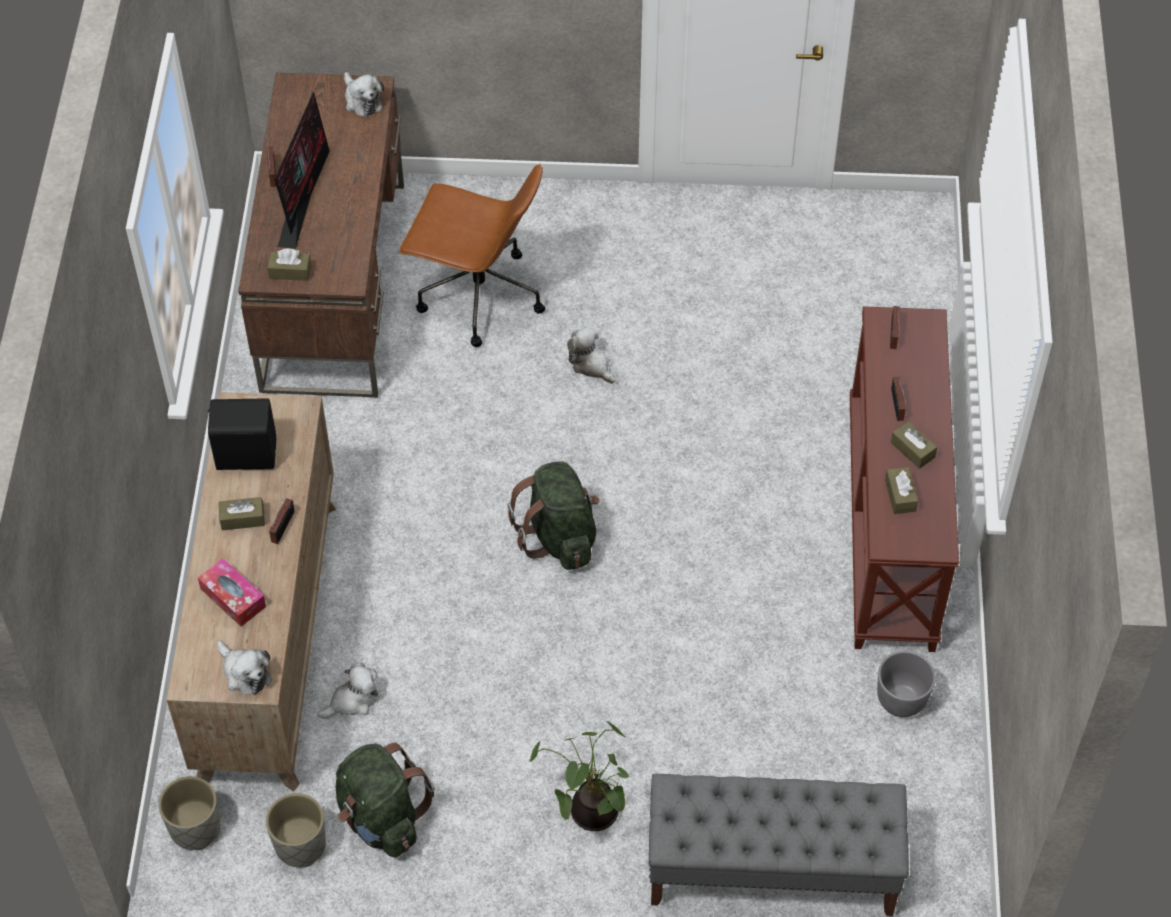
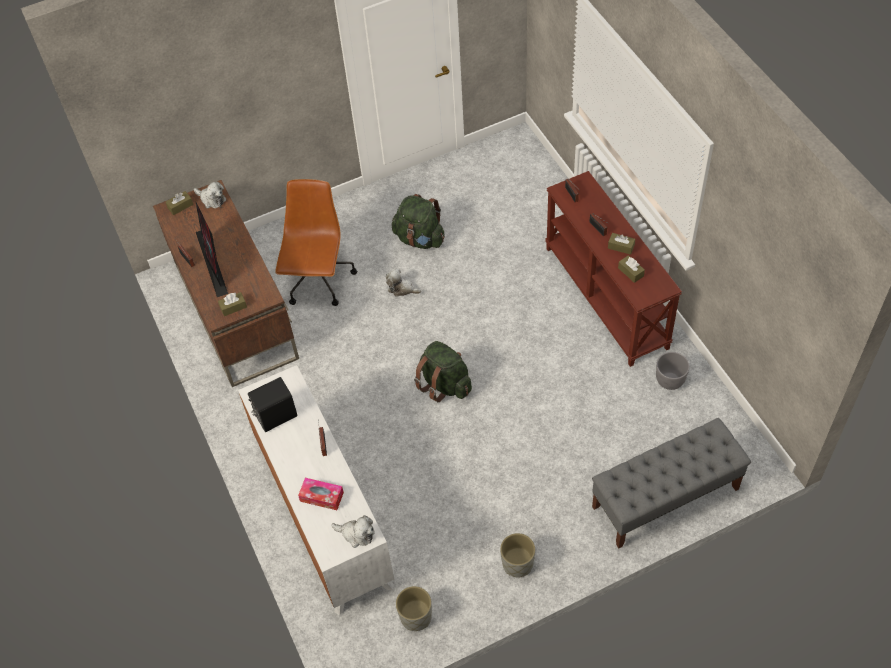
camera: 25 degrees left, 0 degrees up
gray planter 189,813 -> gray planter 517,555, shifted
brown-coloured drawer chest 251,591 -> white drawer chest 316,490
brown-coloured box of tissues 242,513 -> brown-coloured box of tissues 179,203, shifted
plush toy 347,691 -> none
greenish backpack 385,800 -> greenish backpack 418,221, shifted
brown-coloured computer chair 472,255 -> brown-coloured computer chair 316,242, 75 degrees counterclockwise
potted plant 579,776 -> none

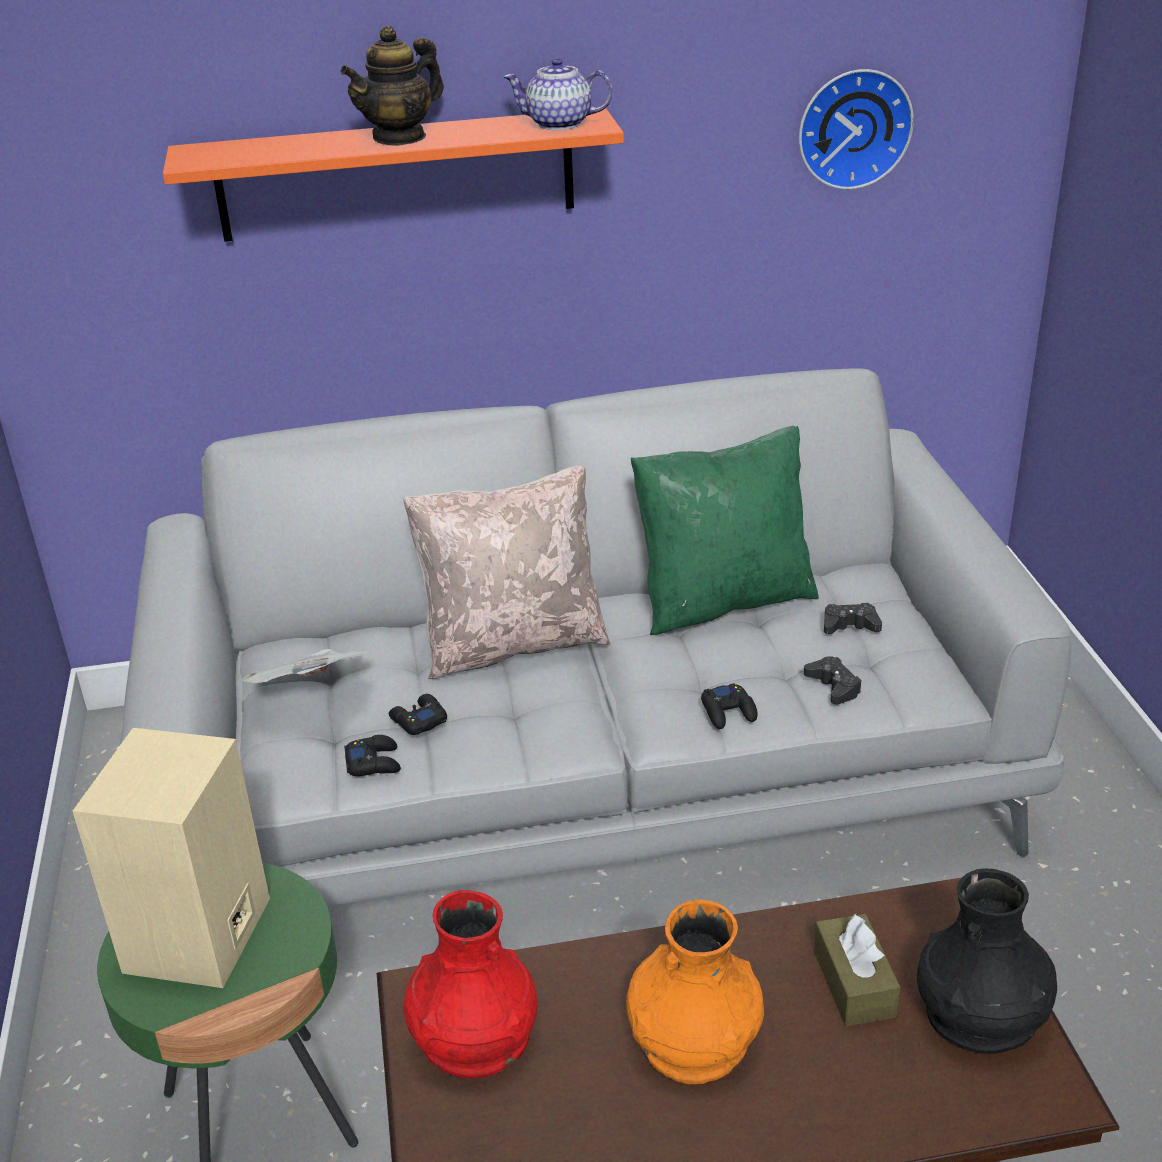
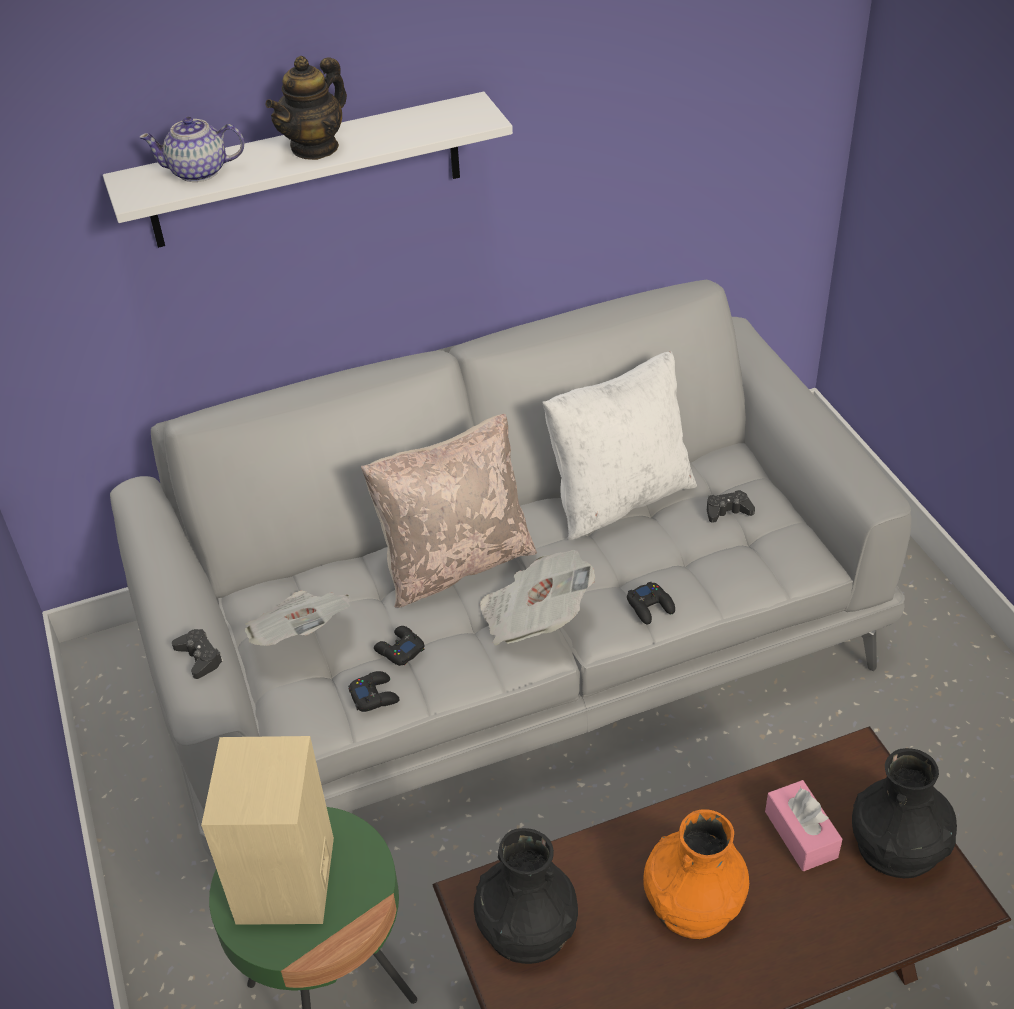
camera: 10 degrees left, 10 degrees up
orange wall shelf 393,175 -> white wall shelf 308,170
red-coloured flower vase 470,984 -> black flower vase 526,896
pot for tea 558,94 -> pot for tea 191,149, shifted
greenish cushion 725,530 -> white cushion 620,445
clock on the wall 856,129 -> none
black gamepad 833,680 -> black gamepad 197,654, shifted
brown-coloured box of tissues 857,970 -> pinkish box of tissues 803,825
none -> newspaper 537,597

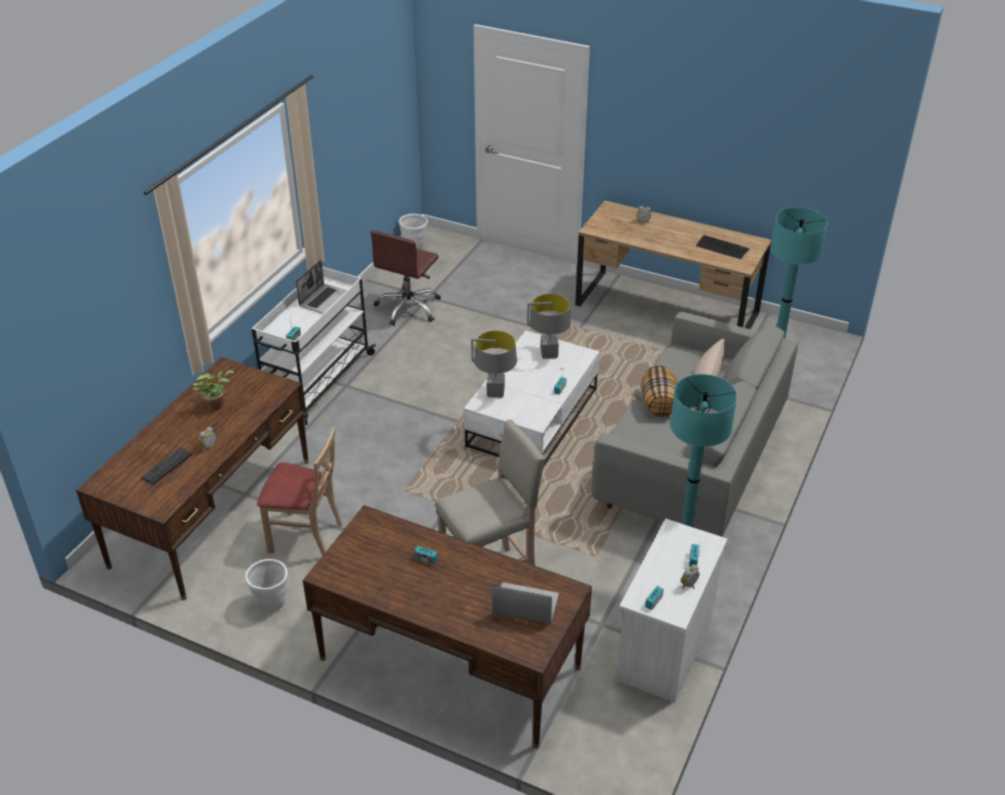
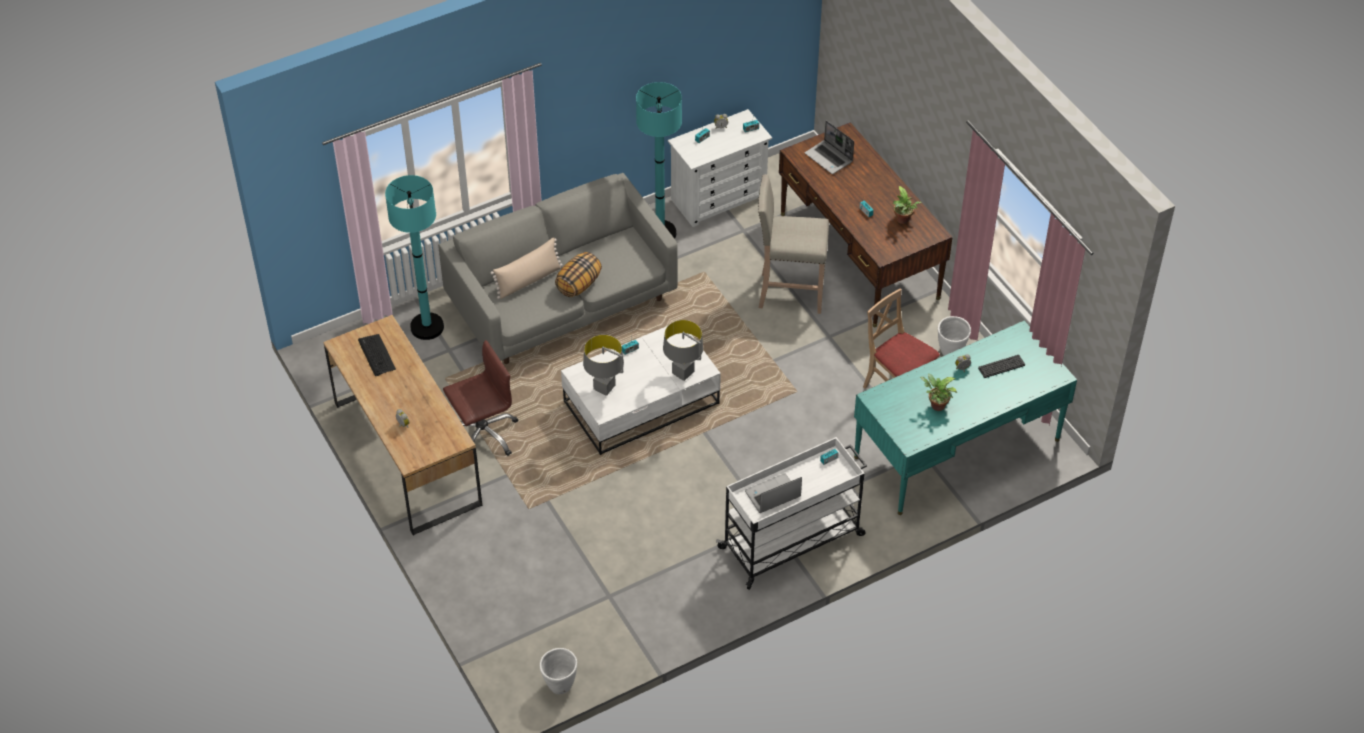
camera: 145 degrees left, 10 degrees up
brown-coloured desk unit 192,478 -> blue-green desk unit 965,418
brown-coloured computer chair 406,278 -> brown-coloured computer chair 480,398, shifted
none -> potted plant 907,205

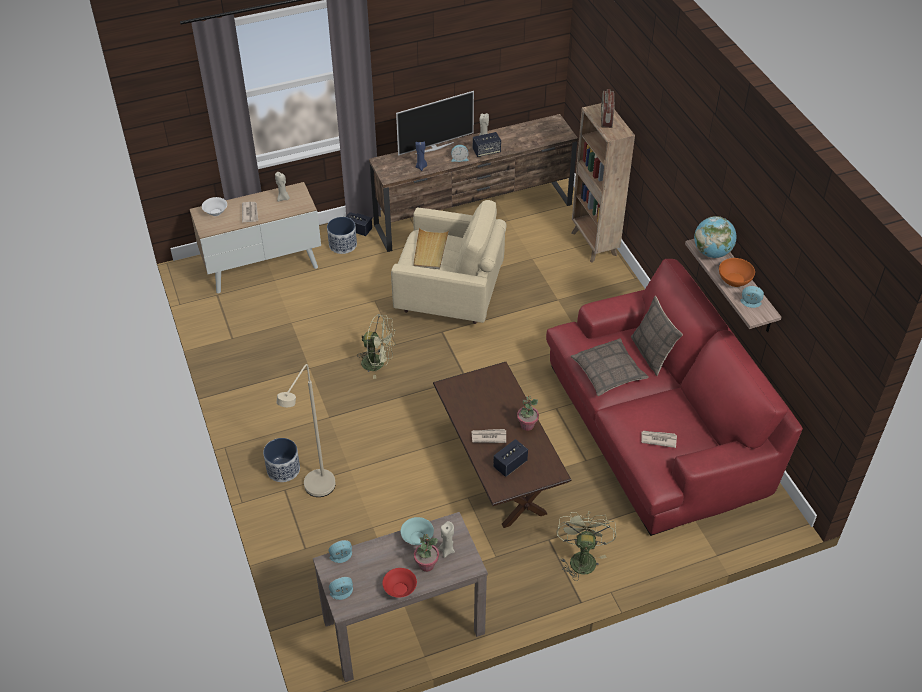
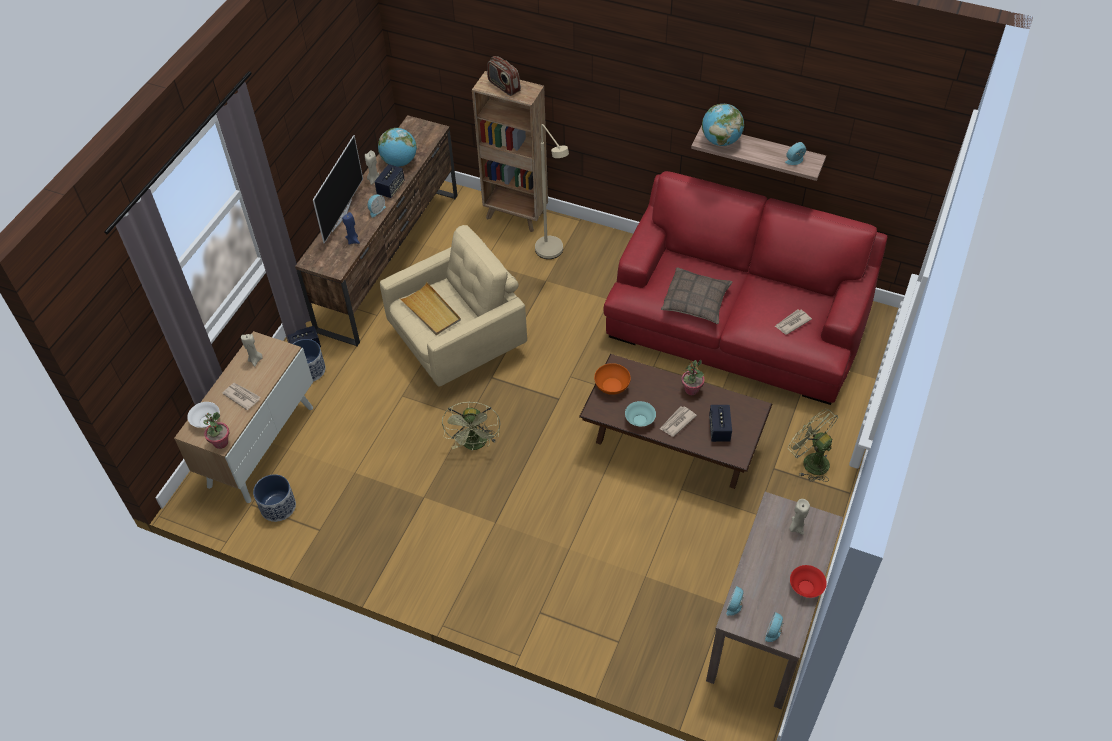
camera: 45 degrees left, 5 degrees up
planter 281,460 -> planter 274,498, shifted
beige standard lamp 306,430 -> beige standard lamp 552,191, shifted
greenish cooling fan 376,346 -> greenish cooling fan 471,426, 120 degrees clockwise
blue-green deep dish 417,531 -> blue-green deep dish 640,414, shifted
potted plant 426,553 -> potted plant 216,430, shifted
cushion 657,336 -> none
orange deep dish 737,272 -> orange deep dish 612,379, shifted
none -> globe 397,147

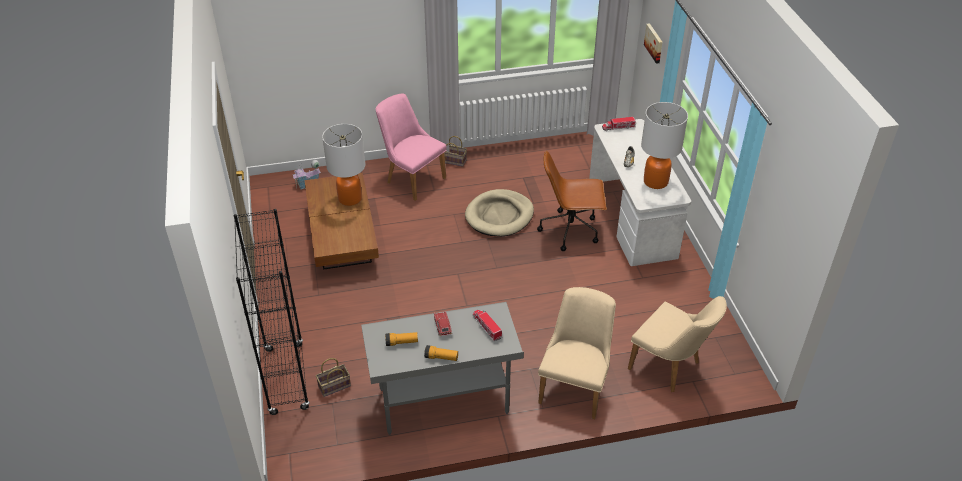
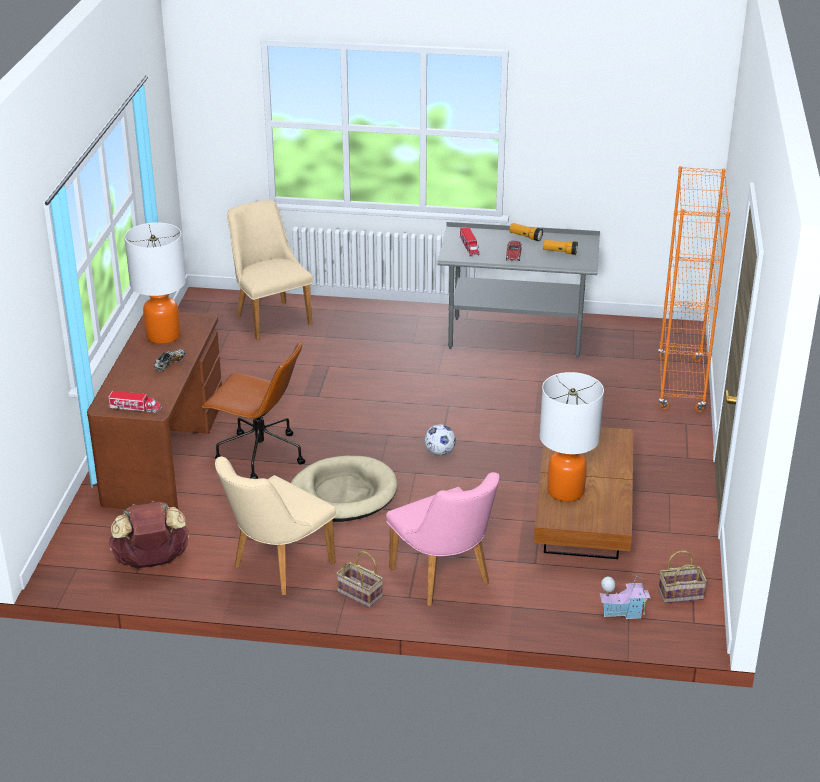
camera: 160 degrees left, 10 degrees down
black bookcase 272,312 -> orange bookcase 694,289
storage basket 333,377 -> storage basket 682,576, shifted
beige plain chair 577,353 -> beige plain chair 275,526, shifted
white desk unit 640,192 -> brown-coloured desk unit 154,410
picture 653,43 -> none
none -> brown-coloured backpack 149,534
none -> ball for football 440,439

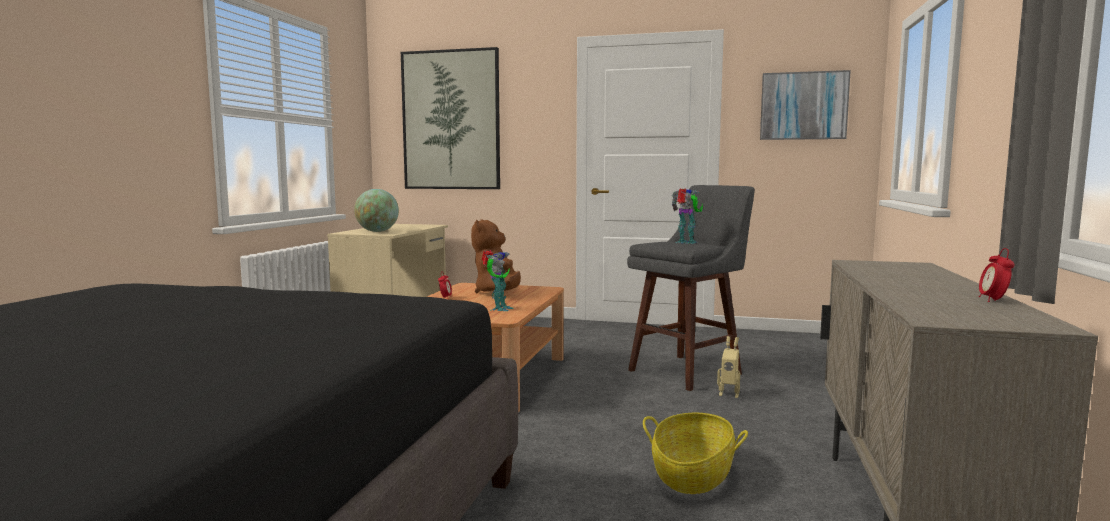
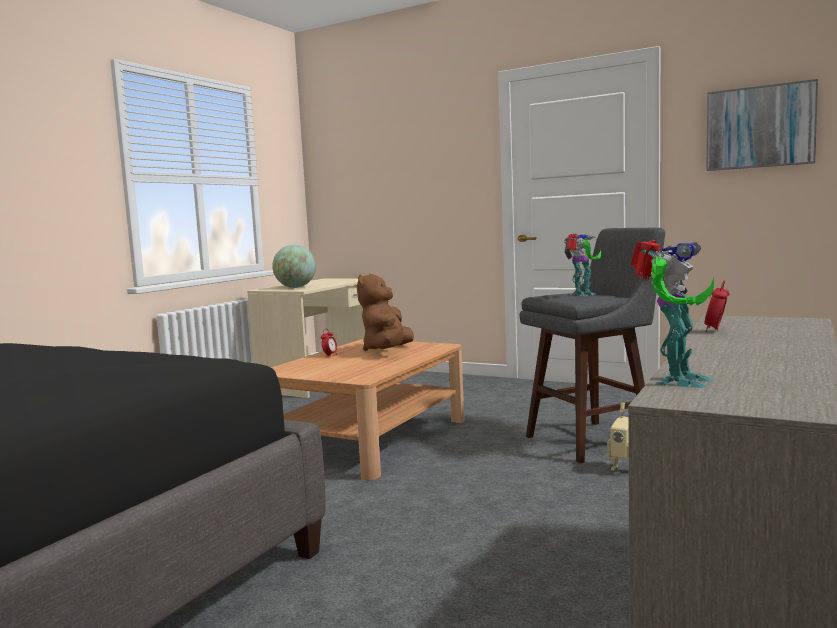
camera: 15 degrees right, 0 degrees up
picture 450,118 -> none
robot figure 498,280 -> robot figure 672,314, shifted
storage basket 695,453 -> none
alarm clock 997,275 -> alarm clock 717,306, shifted

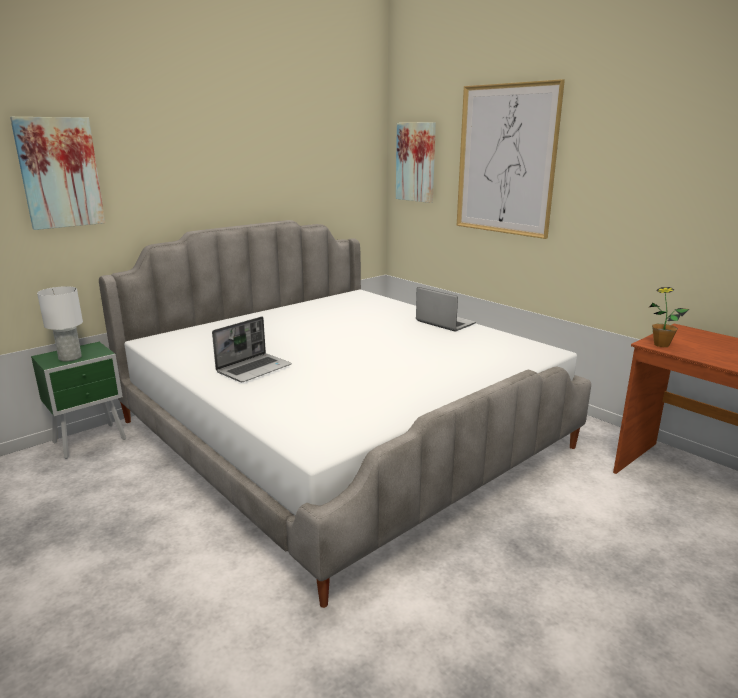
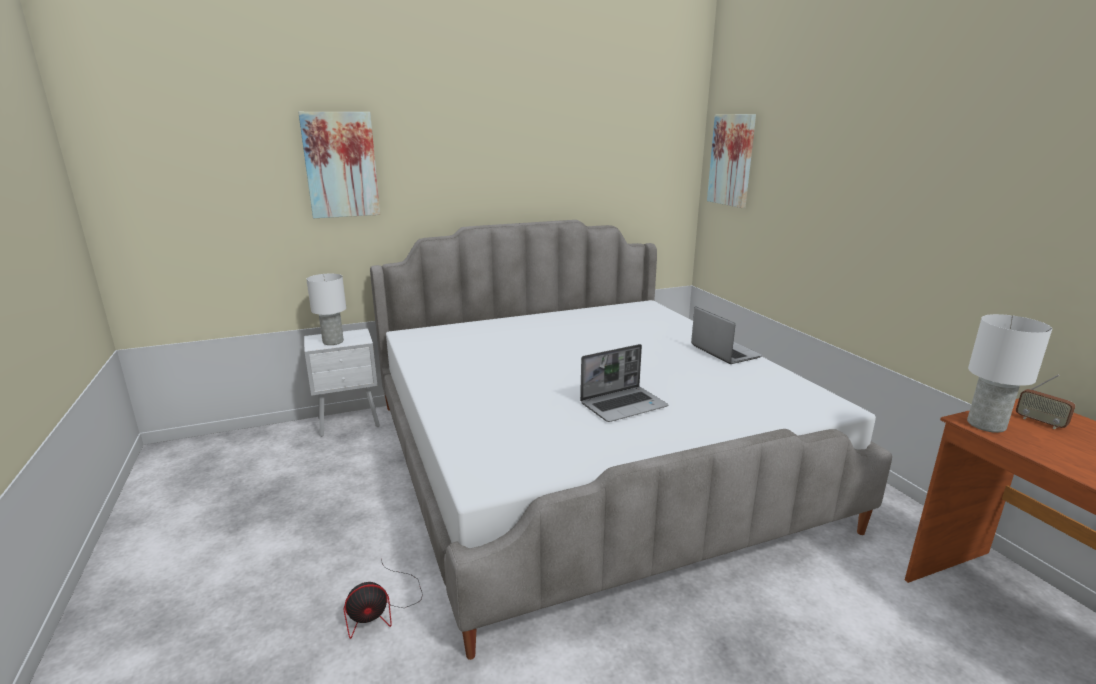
camera: 20 degrees right, 0 degrees up
greenish nightstand 78,400 -> white nightstand 342,383
laptop 252,349 -> laptop 624,383, shifted
picture 511,159 -> none
potted plant 669,317 -> white lamp for a table 1009,373
none -> cooling fan 383,599
none -> radio 1046,402

